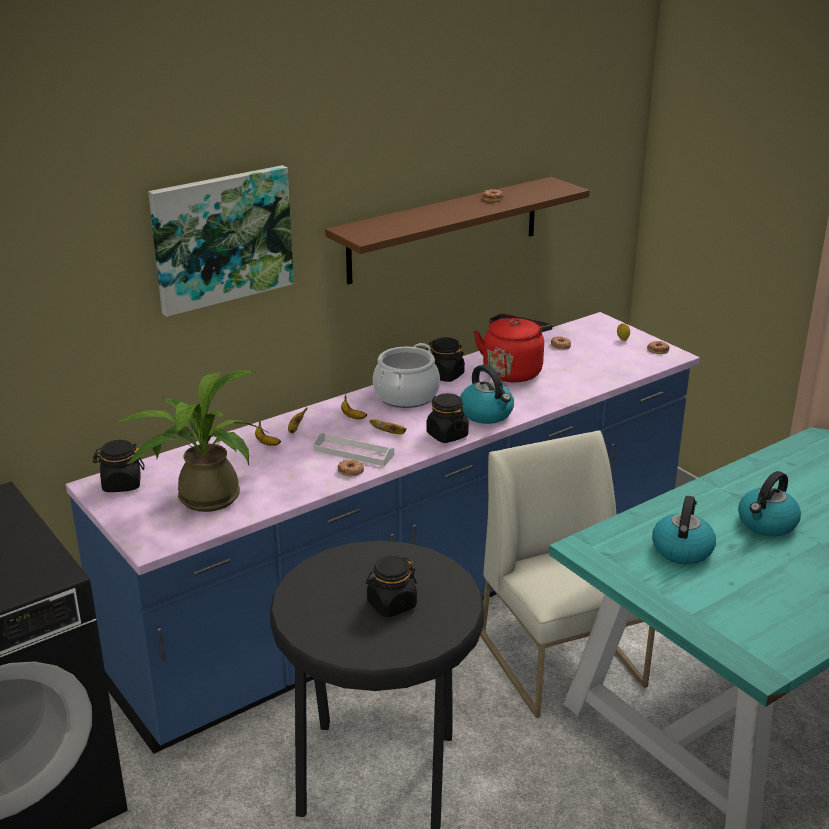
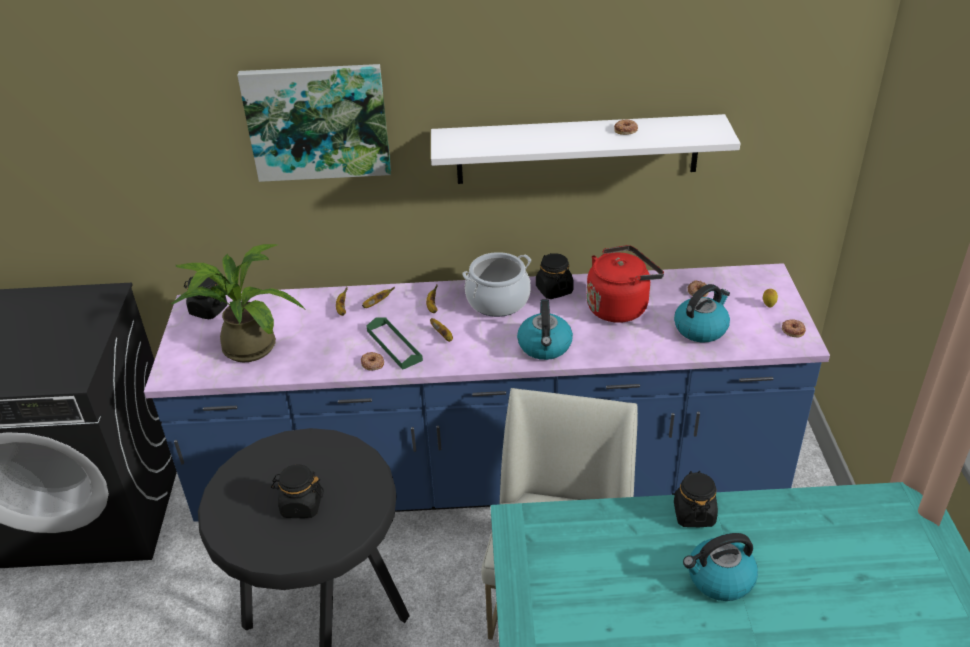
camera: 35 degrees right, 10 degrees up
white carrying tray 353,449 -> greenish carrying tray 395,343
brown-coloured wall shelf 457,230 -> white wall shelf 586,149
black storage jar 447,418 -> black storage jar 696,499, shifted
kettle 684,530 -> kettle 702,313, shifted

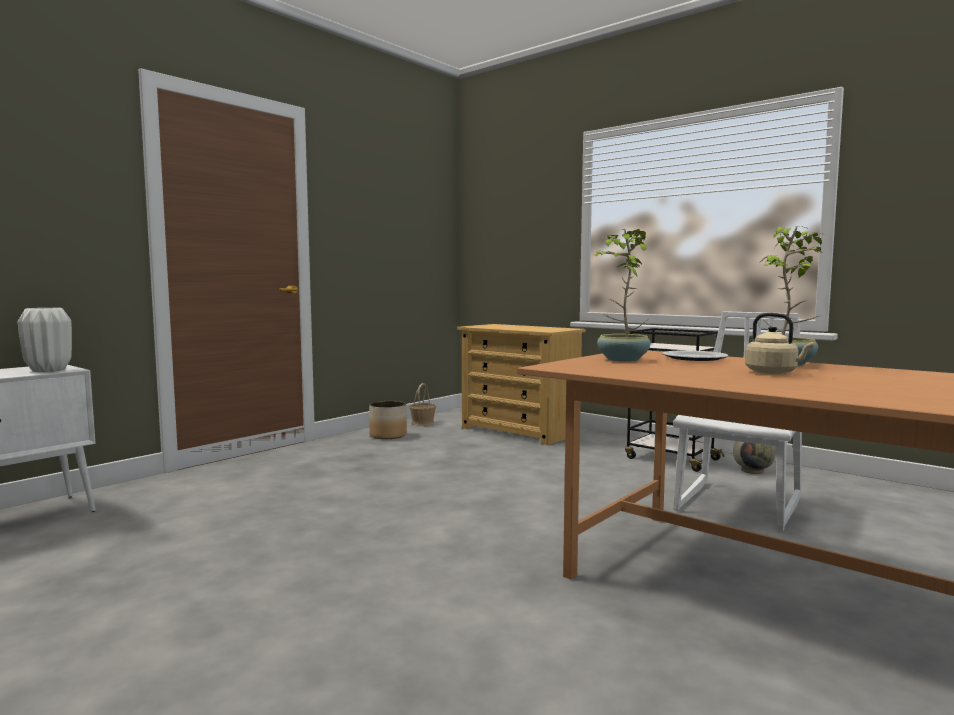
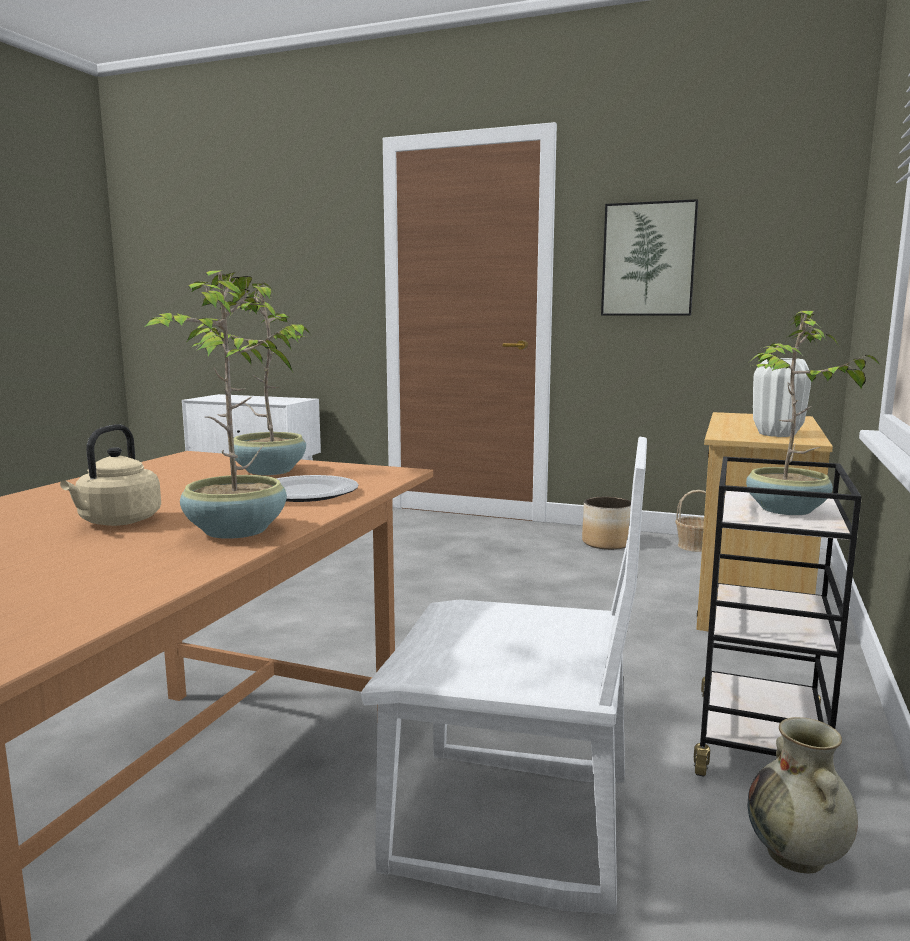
camera: 70 degrees right, 5 degrees up
white flower vase 45,340 -> white flower vase 782,397, shifted
none -> picture 649,257
none -> potted plant 813,413

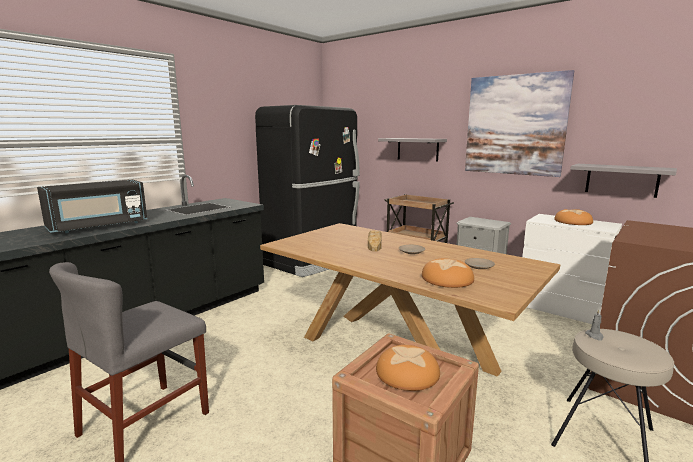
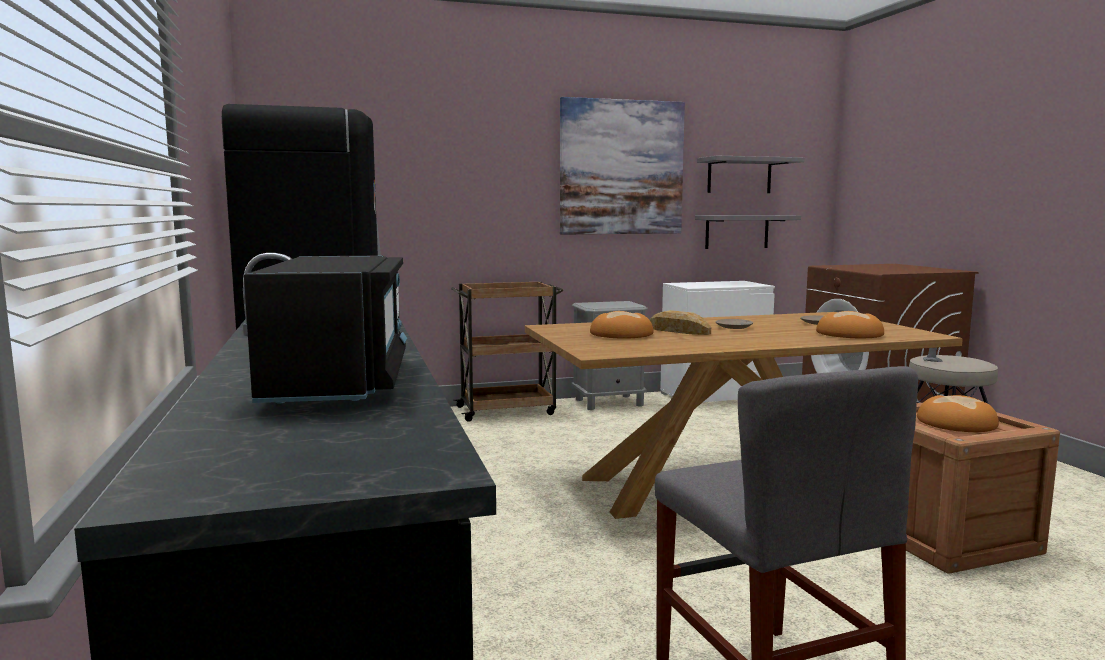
camera: 55 degrees left, 5 degrees down
gray wall shelf 412,150 -> gray wall shelf 751,174, shifted
bread 573,217 -> bread 622,325, shifted

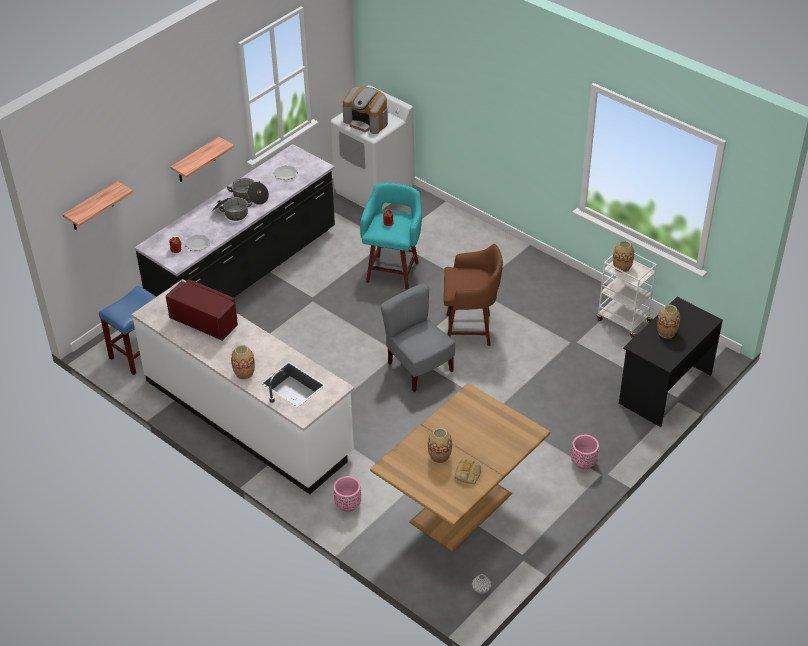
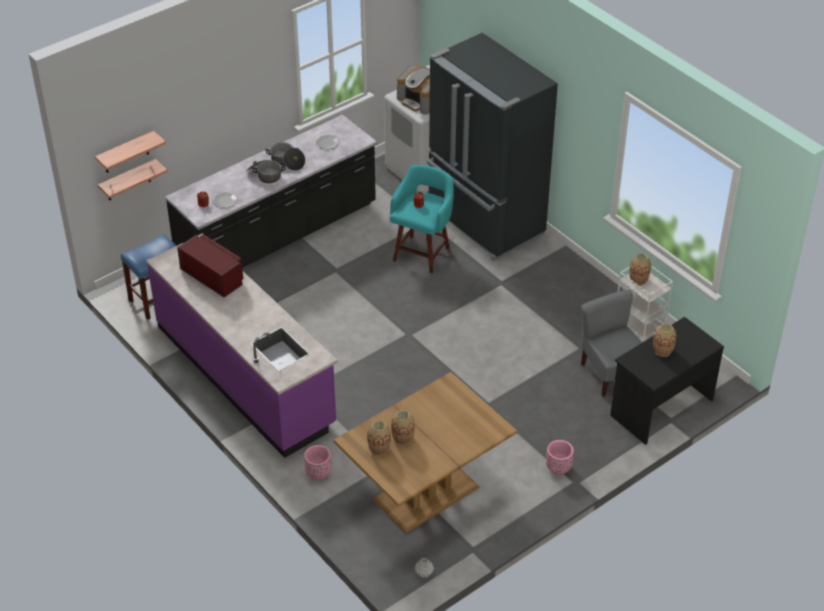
camera: 10 degrees right, 0 degrees up
white kitchen counter 243,386 -> purplish kitchen counter 242,345
wall shelf 202,159 -> wall shelf 133,180, shifted
flower vase 243,362 -> flower vase 379,438, shifted
gray plain chair 417,337 -> gray plain chair 611,343, shifted
brown-coloured stool seat 473,295 -> none
bread 468,471 -> none
none -> black refrigerator 492,147

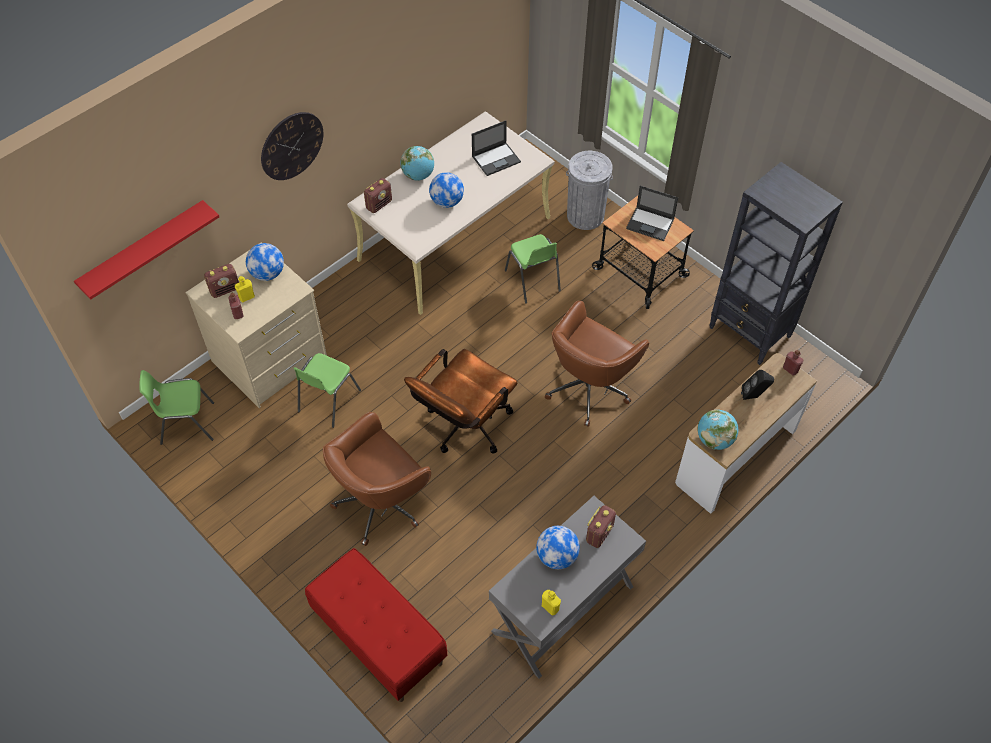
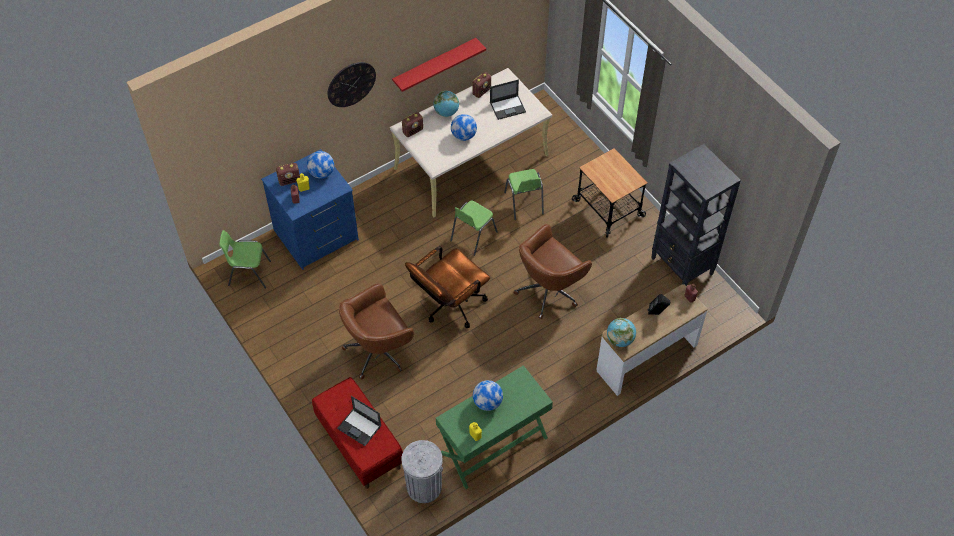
camera: 10 degrees right, 0 degrees up
red-coloured wall shelf 146,250 -> red-coloured wall shelf 439,65, shifted
beige drawer chest 256,325 -> bluish drawer chest 310,209
greenish plain chair 327,390 -> greenish plain chair 474,228, shifted
gray desk unit 567,587 -> greenish desk unit 494,427
gray waste bin 589,190 -> gray waste bin 422,471, shifted
radio 601,526 -> radio 481,85, shifted
laptop 652,213 -> laptop 359,421, shifted

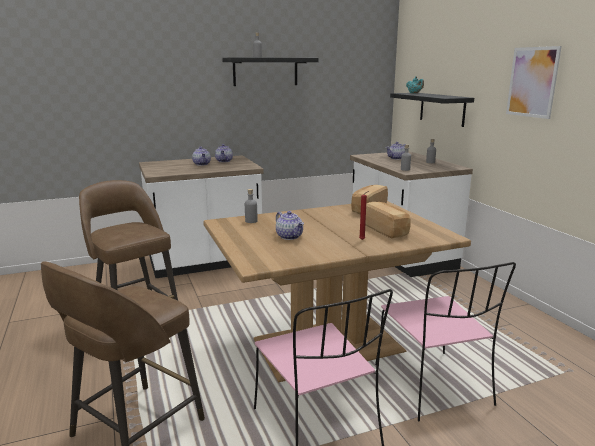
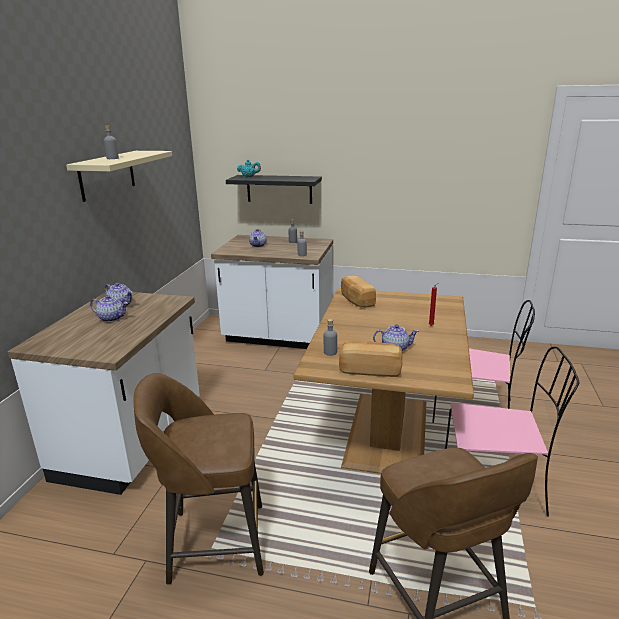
camera: 55 degrees left, 5 degrees up
black wall shelf 270,71 -> beige wall shelf 119,176
bread 388,220 -> bread 370,359, shifted
picture 534,82 -> none

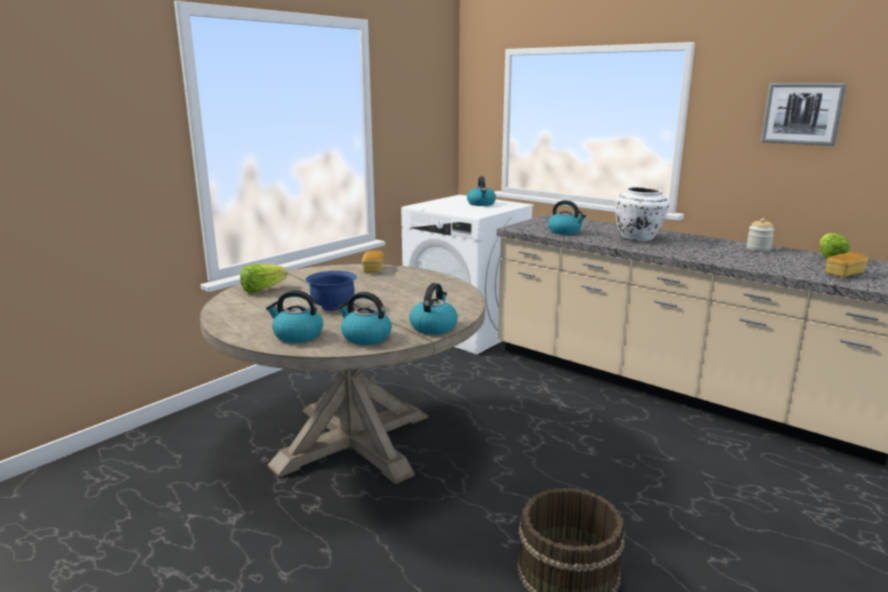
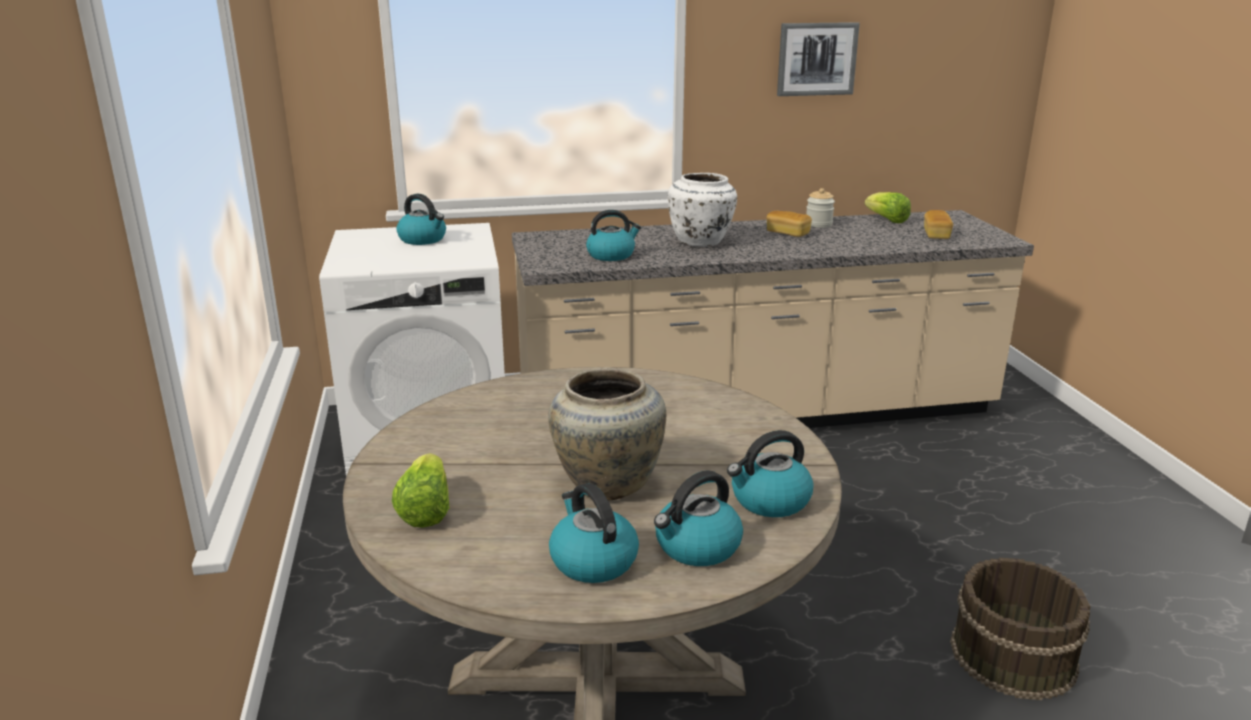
camera: 50 degrees left, 5 degrees up
bluish deep dish 331,291 -> beige flower vase 607,434
bread 373,261 -> bread 789,224, shifted
kettle 433,309 -> kettle 594,533, shifted

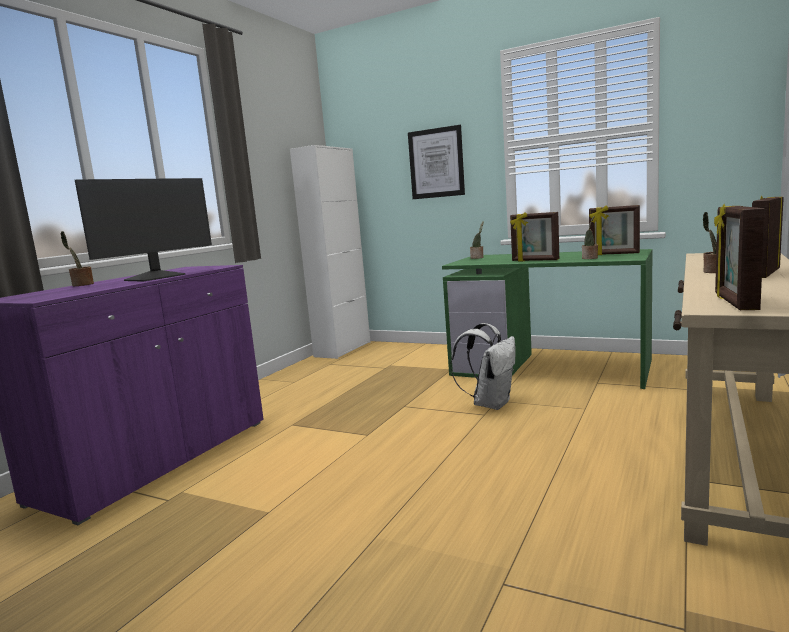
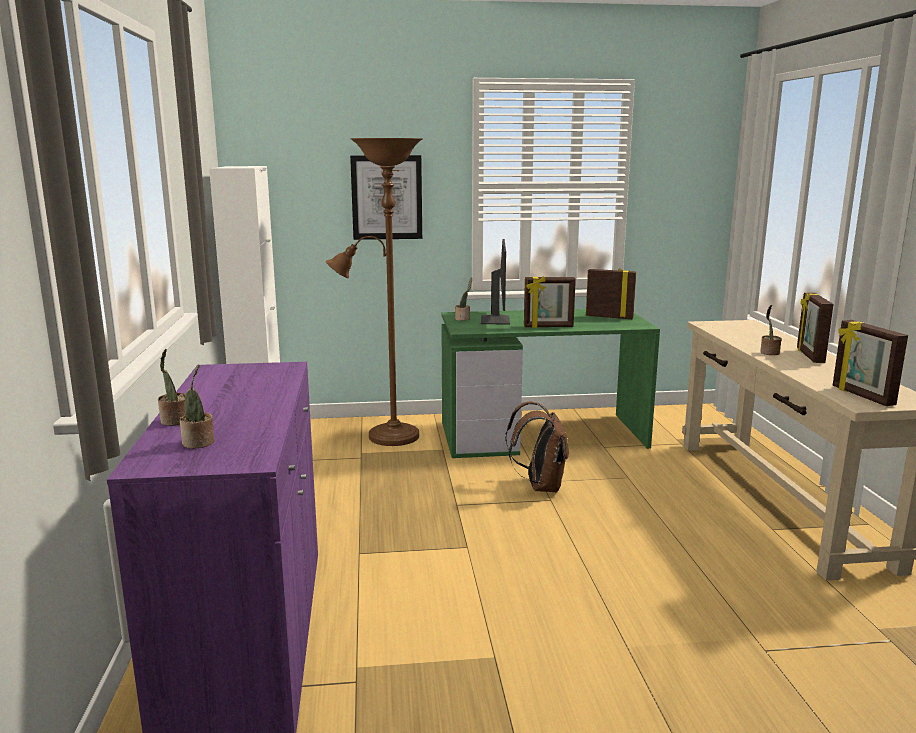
camera: 35 degrees left, 5 degrees up
computer display 143,230 -> computer display 495,282, shifted
white backpack 483,366 -> brown-coloured backpack 537,447
potted plant 590,237 -> potted plant 197,406, shifted
picture frame 614,230 -> picture frame 611,293, 150 degrees counterclockwise
none -> brown-coloured standard lamp 374,292

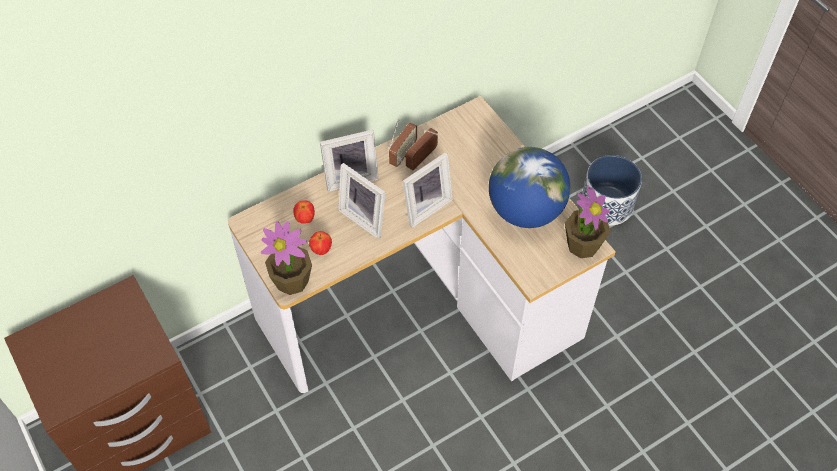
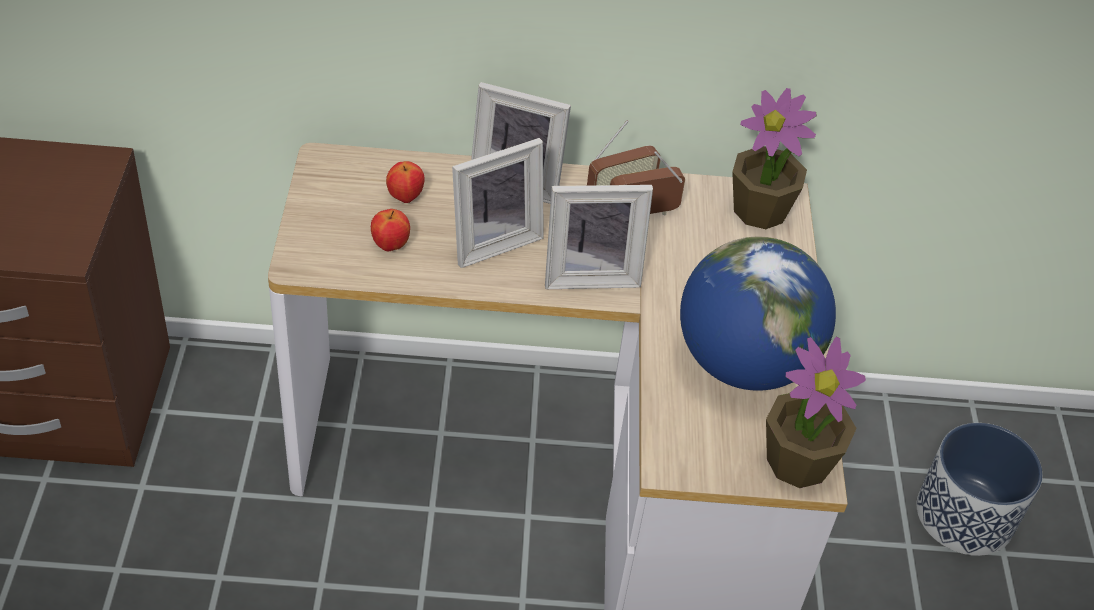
camera: 30 degrees right, 10 degrees down
potted plant 286,258 -> potted plant 774,158, shifted
picture frame 362,201 -> picture frame 498,203, 105 degrees counterclockwise

